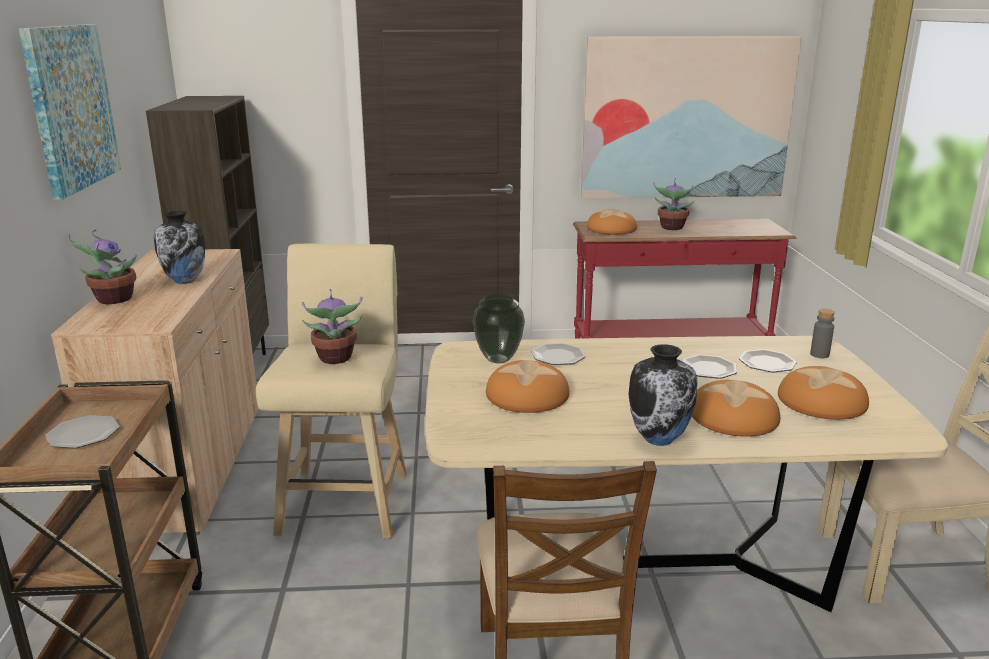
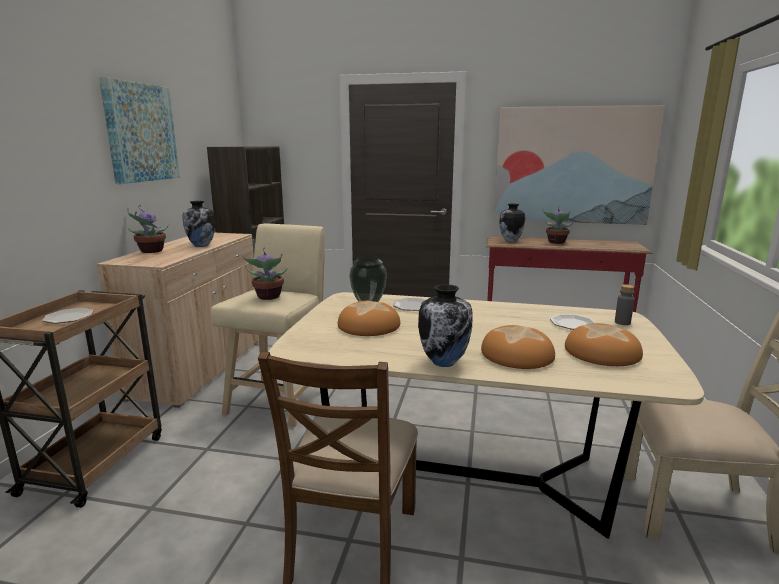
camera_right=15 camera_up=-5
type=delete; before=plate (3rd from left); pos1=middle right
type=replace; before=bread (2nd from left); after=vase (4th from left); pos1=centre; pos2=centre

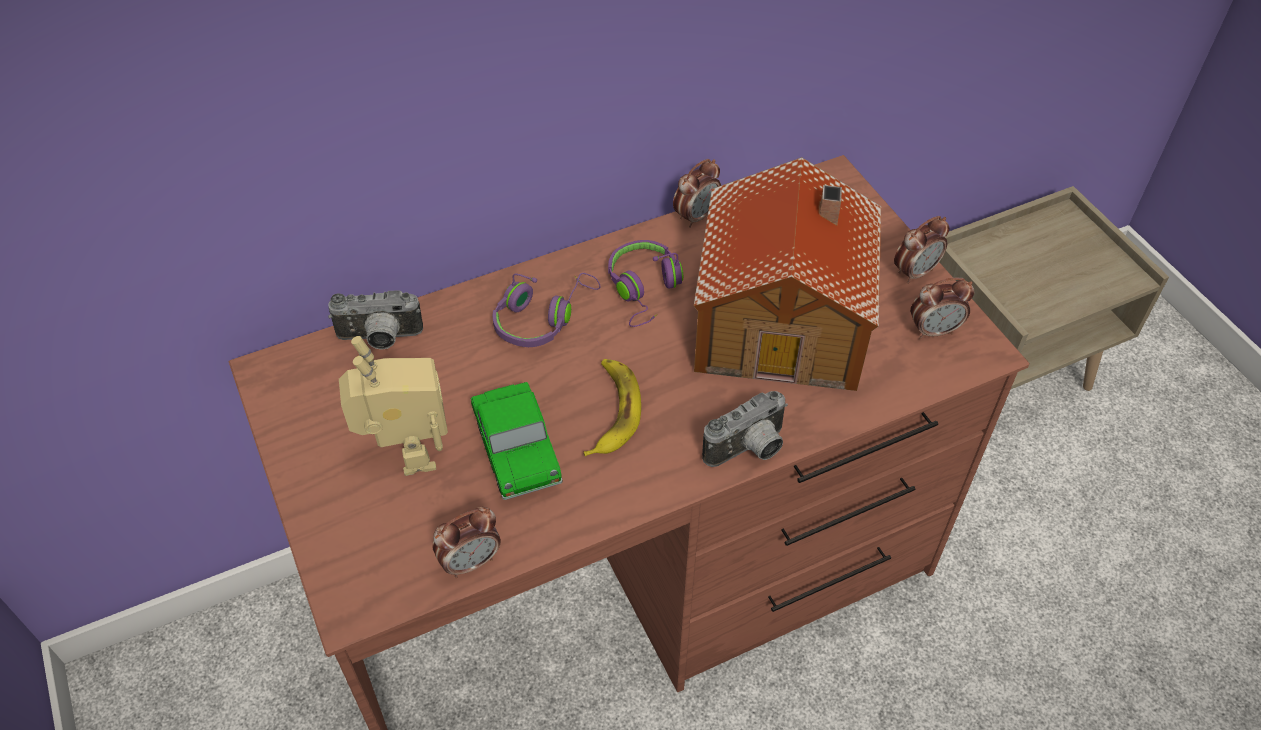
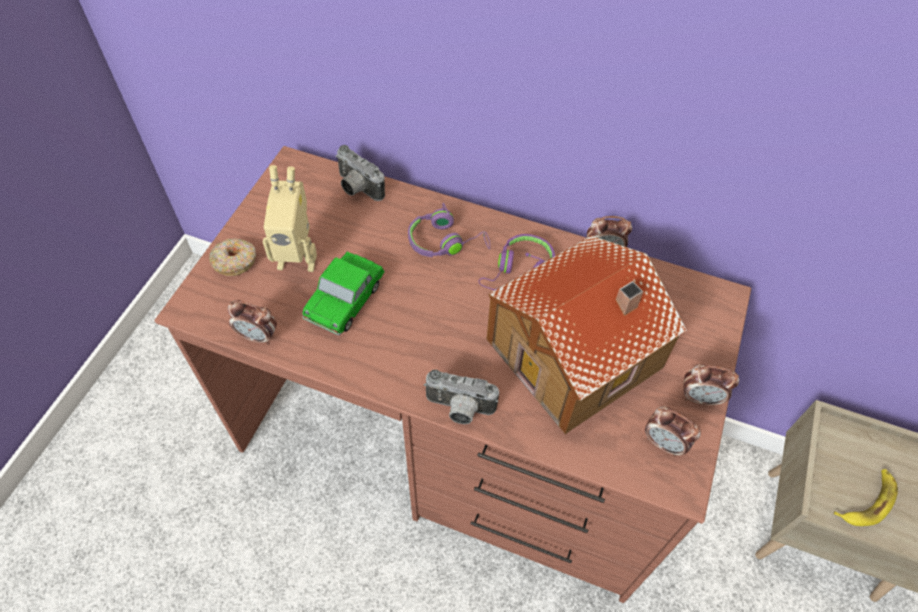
camera_right=45 camera_up=5
type=insert; after=donut; pos2=middle left
type=move; before=banana; pos1=centre; pos2=bottom right
type=rotate; before=toy_robot; pos1=middle left; pos2=middle left; turn=60

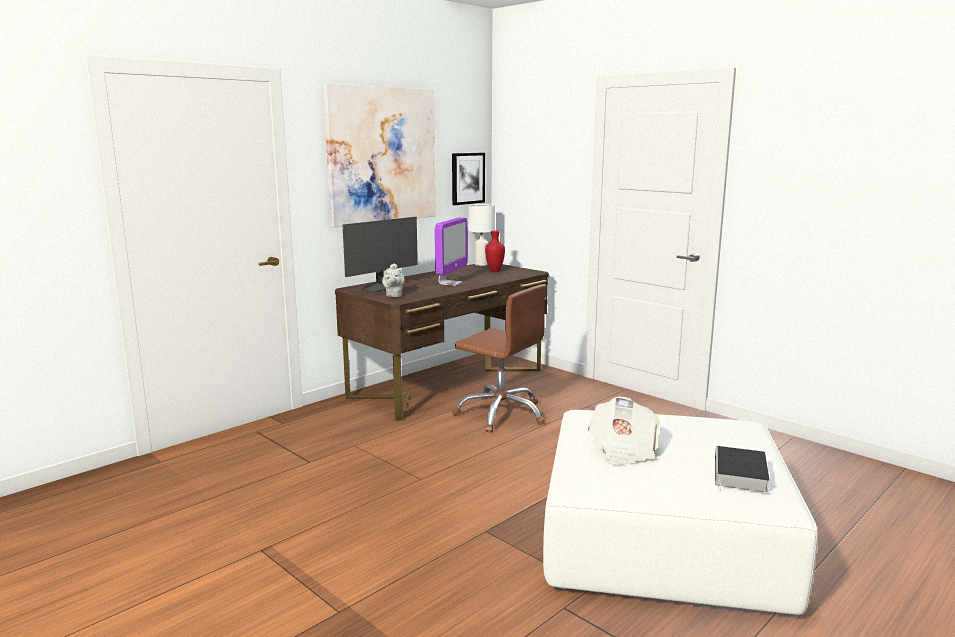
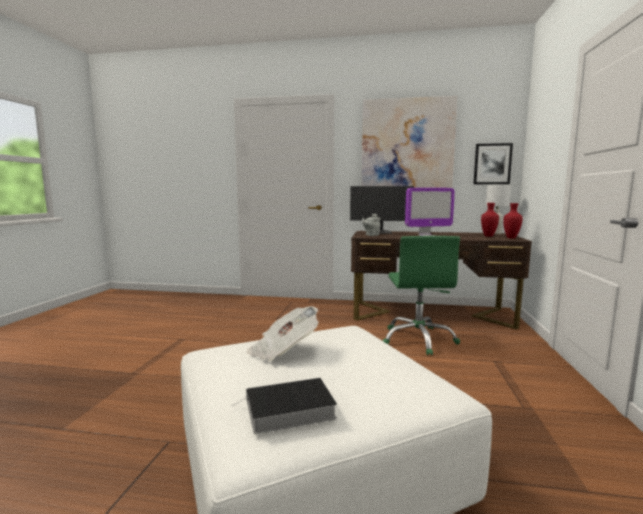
camera_right=55 camera_up=-5
type=insert; after=red_vase (2nd from left); pos2=middle right
type=recolor; before=brown_office_chair; after=green_office_chair; pos1=centre; pos2=centre

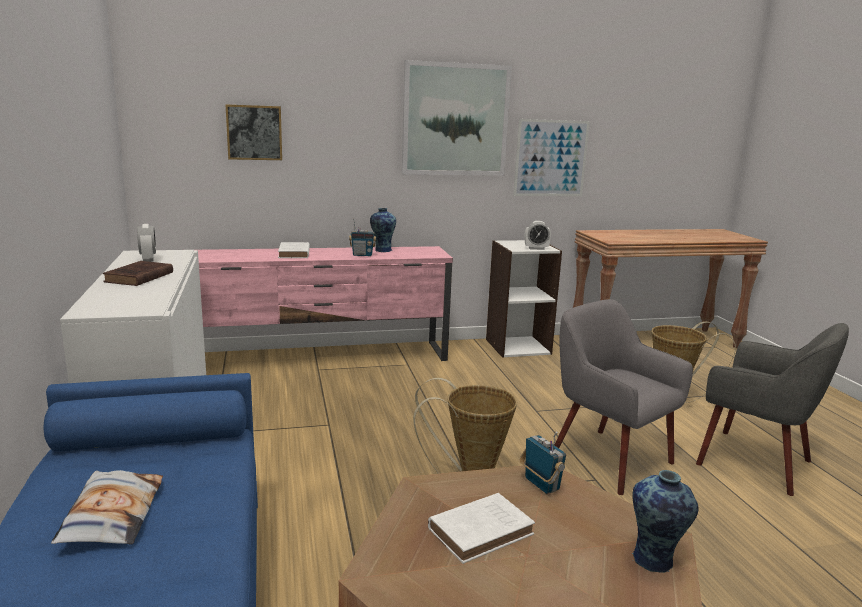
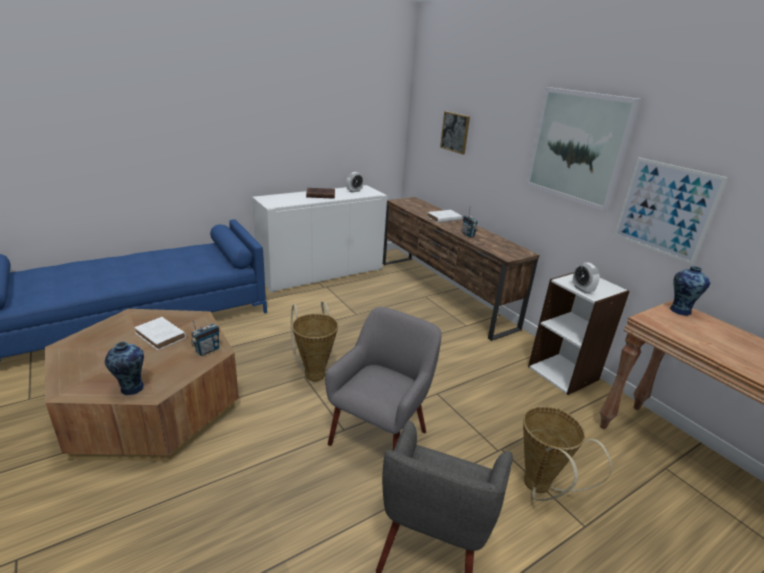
camera_right=70 camera_up=10
type=delete; before=pillow; pos1=bottom left
type=move; before=vase (1st from left in the first image); after=vase (2nd from left); pos1=centre; pos2=middle right
type=recolor; before=pink_tv_stand; after=brown_tv_stand; pos1=centre; pos2=centre

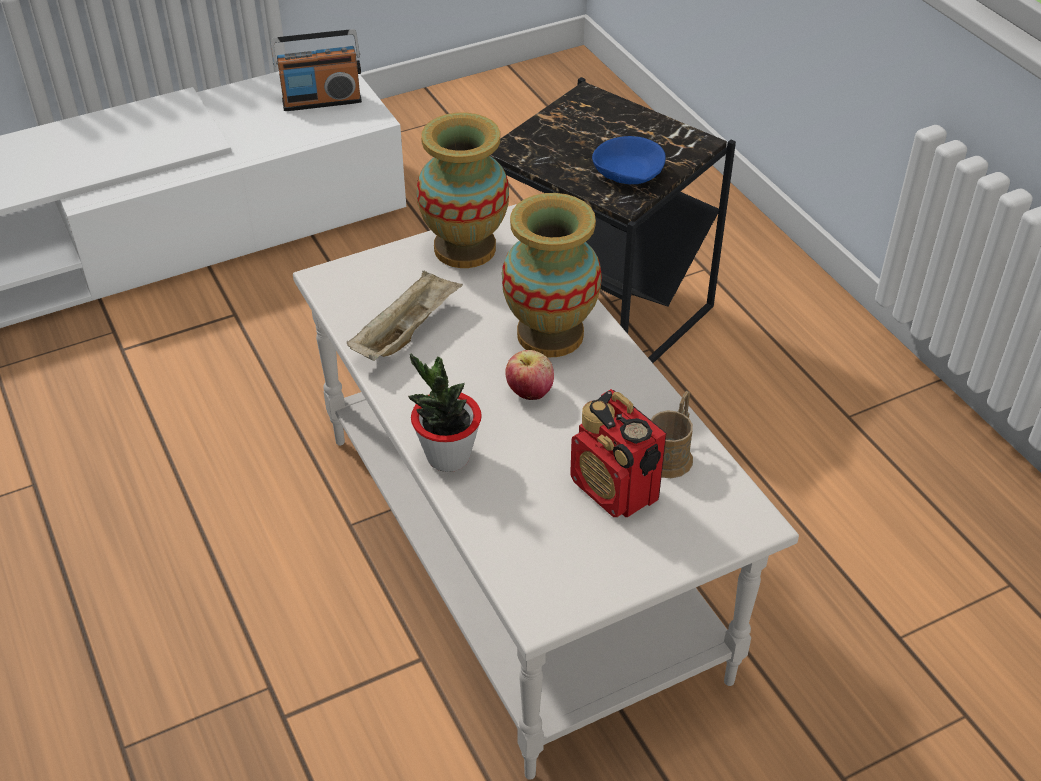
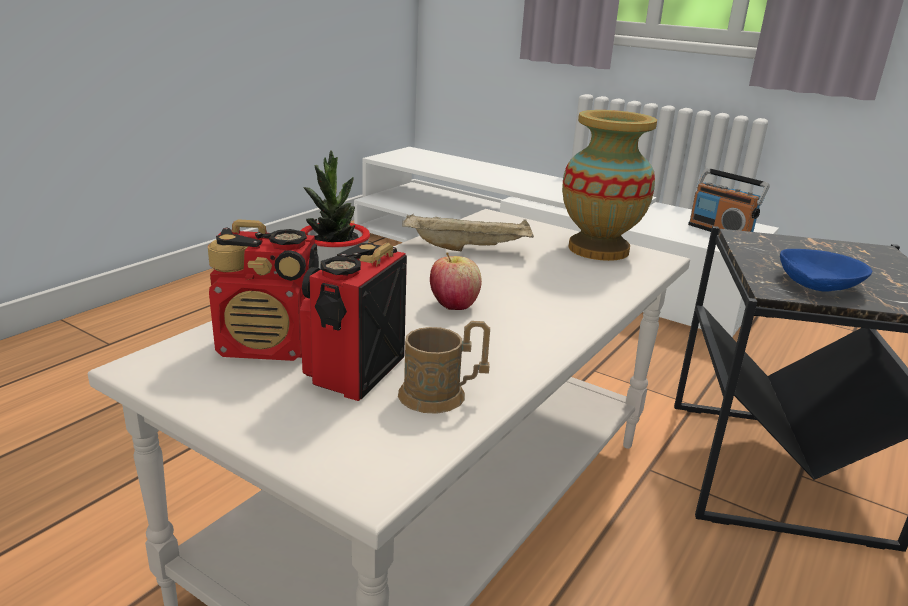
camera_right=60 camera_up=-20
type=delete; before=vase (2nd from left); pos1=centre
type=insert; after=radio (1st from left); pos2=middle left

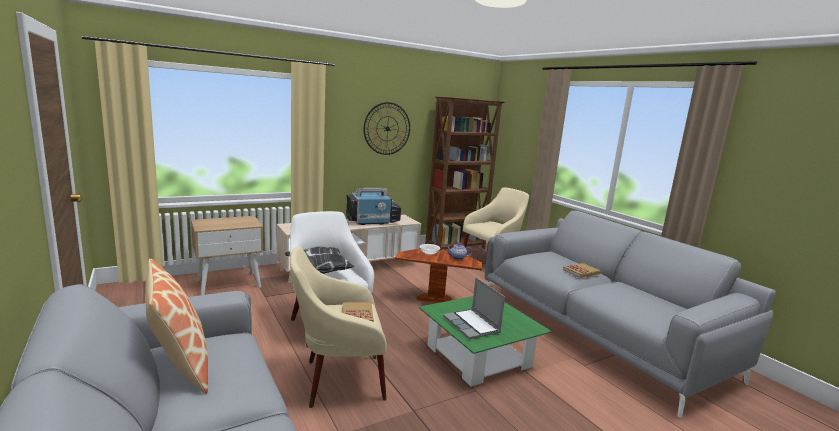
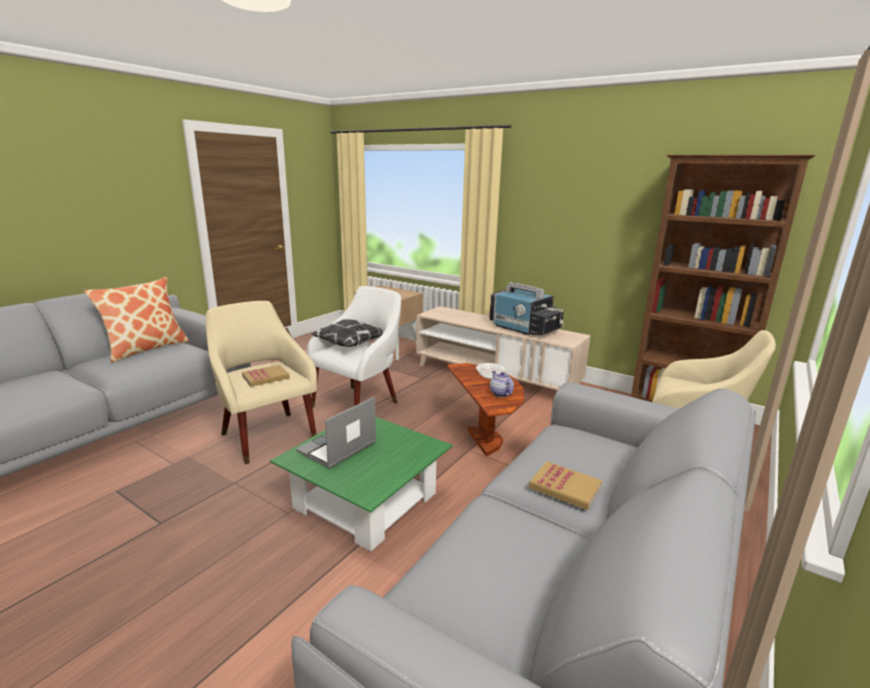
camera_right=65 camera_up=5
type=delete; before=wall_clock; pos1=top centre

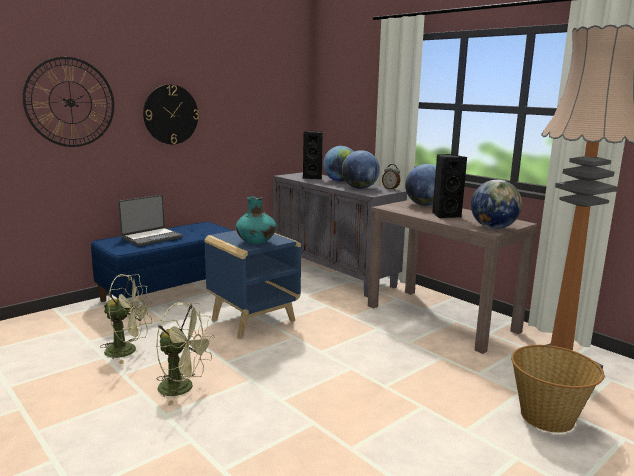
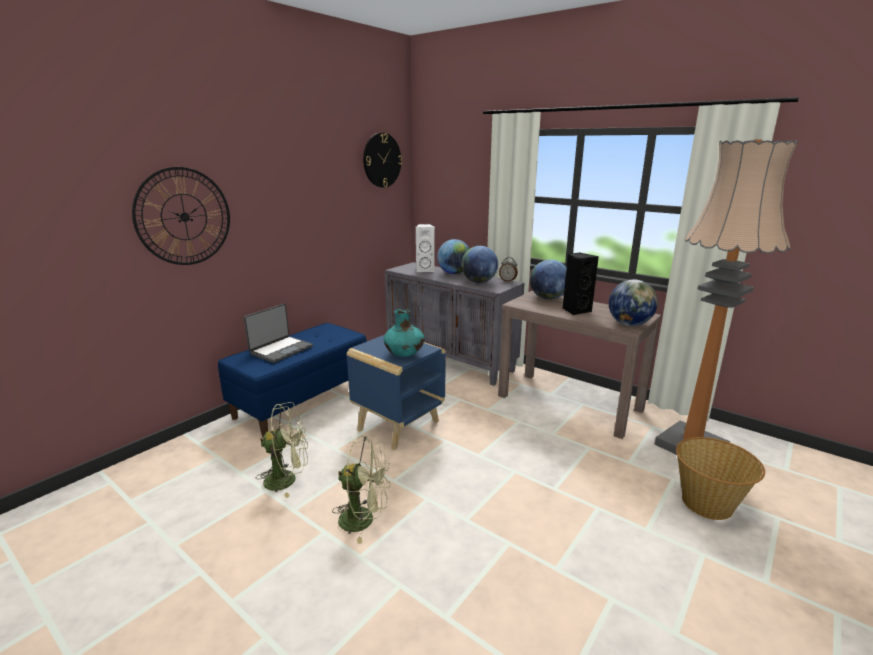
camera_right=-10 camera_up=5
type=move; before=wall_clock (2nd from left); pos1=top left; pos2=top centre
type=recolor; before=black_speaker (1st from left); after=white_speaker; pos1=top centre; pos2=centre

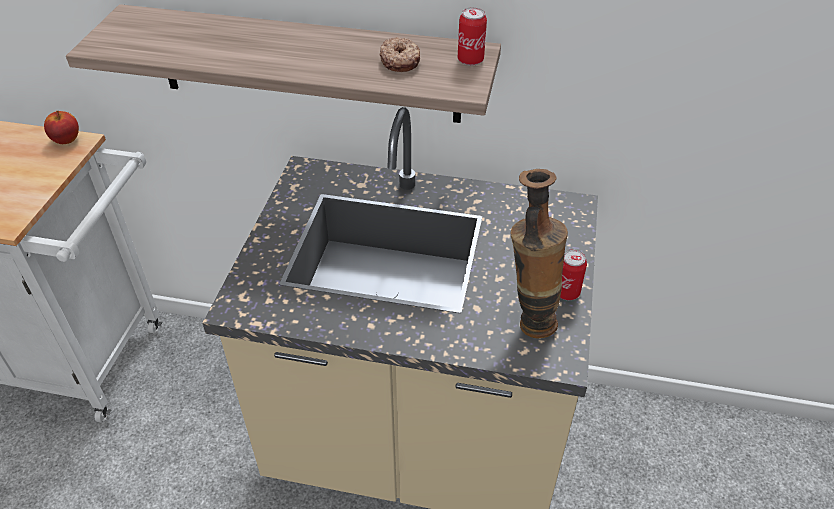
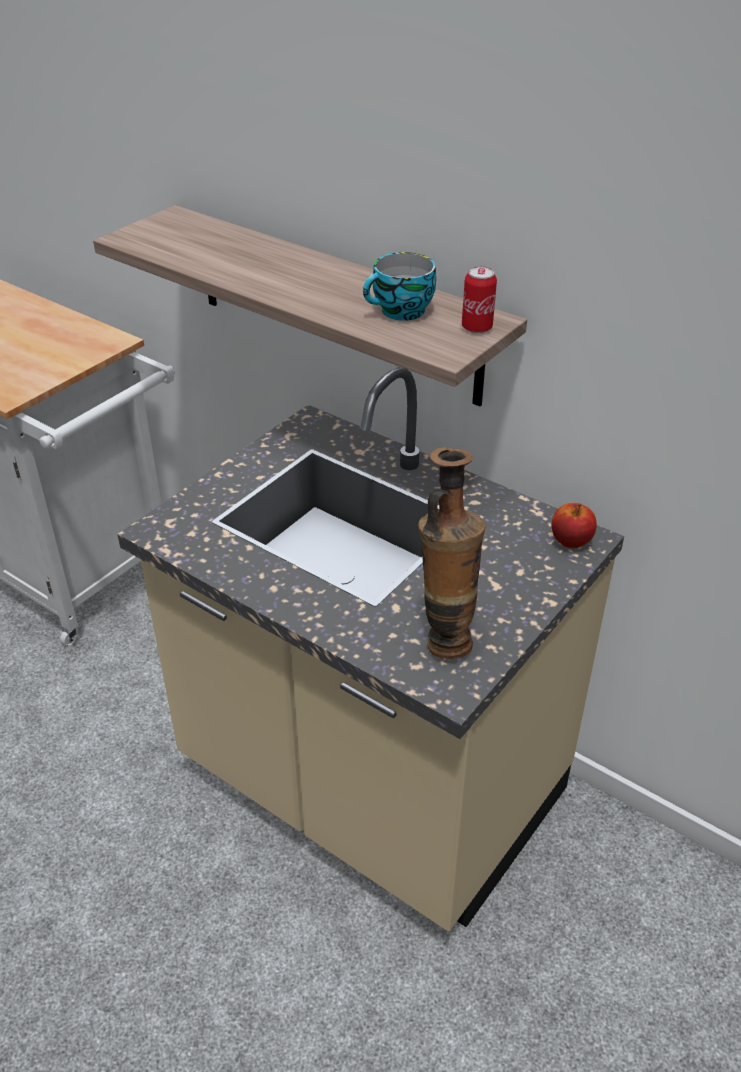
camera_right=25 camera_up=-5
type=delete; before=can (2nd from left); pos1=middle right
type=move; before=apple; pos1=top left; pos2=middle right
type=replace; before=donut; after=cup; pos1=top centre; pos2=top centre

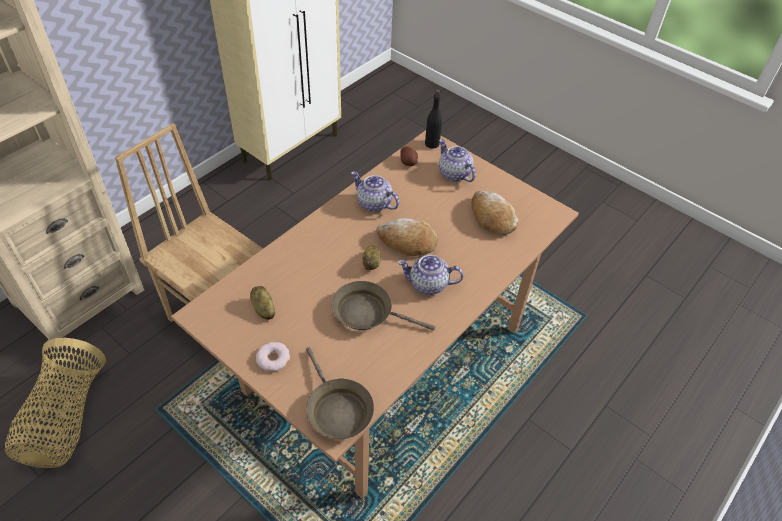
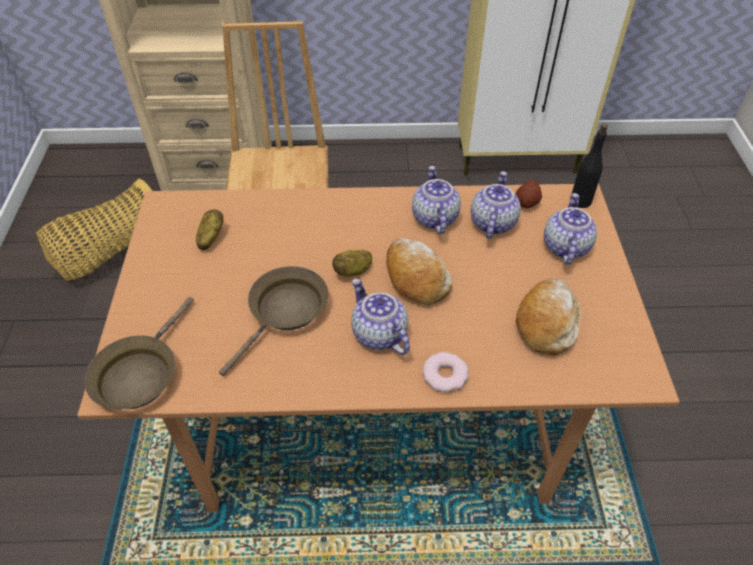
camera_right=50 camera_up=0
type=insert; after=teapot (3rd from left); pos2=centre
type=move; before=donut; pos1=bottom centre; pos2=centre
type=rotate; before=brown_frying_pan (2nd from left); pos1=centre; pos2=centre; turn=60

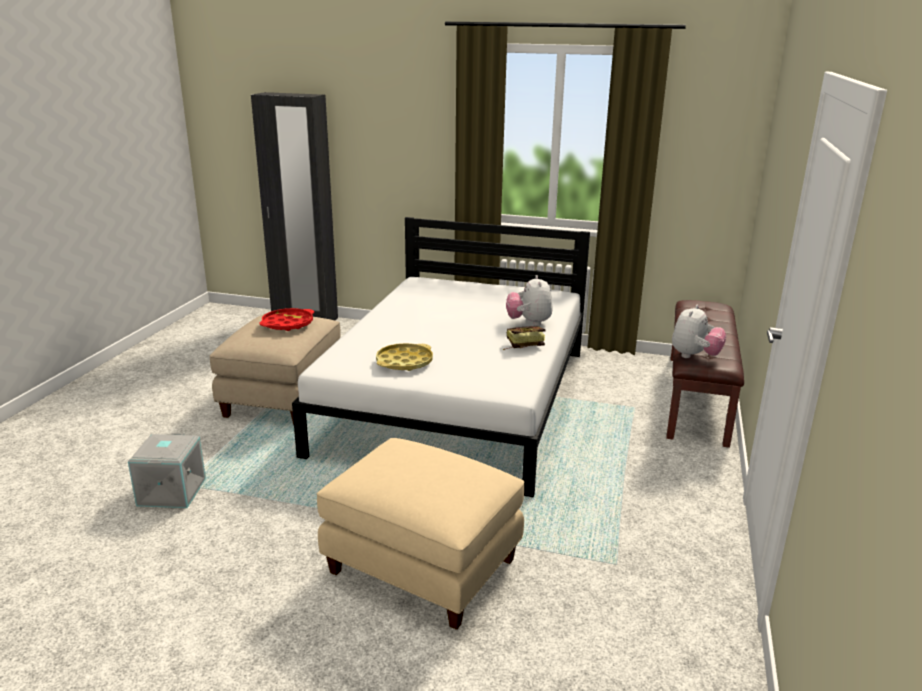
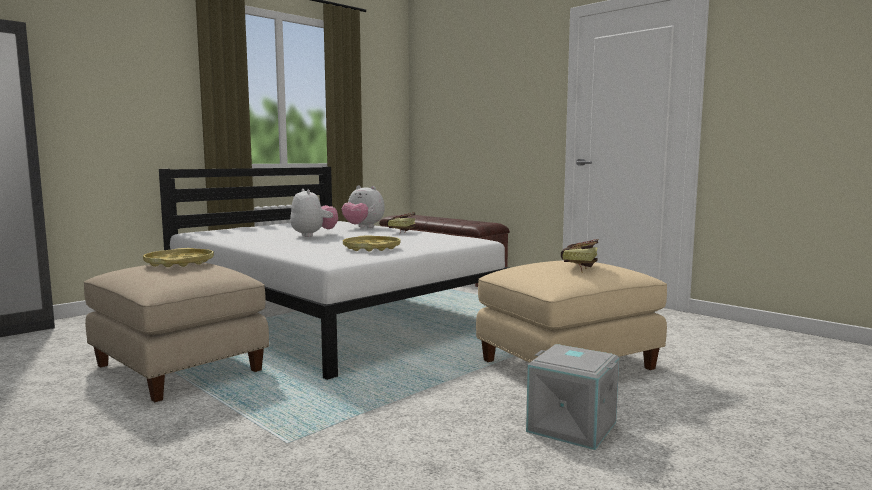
camera_right=-60 camera_up=-15
type=insert; after=book (2nd from left); pos2=centre
type=move; before=grey_storage_box; pos1=bottom left; pos2=bottom centre
type=move; before=plush_toy (2nd from left in the first image); after=plush_toy (1st from left); pos1=middle right; pos2=centre
type=recolor; before=red_tray; after=yellow_tray (1st from left); pos1=middle left; pos2=middle left

